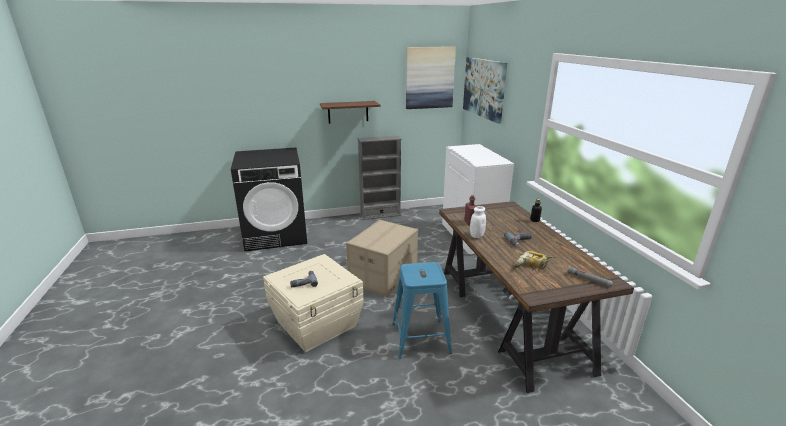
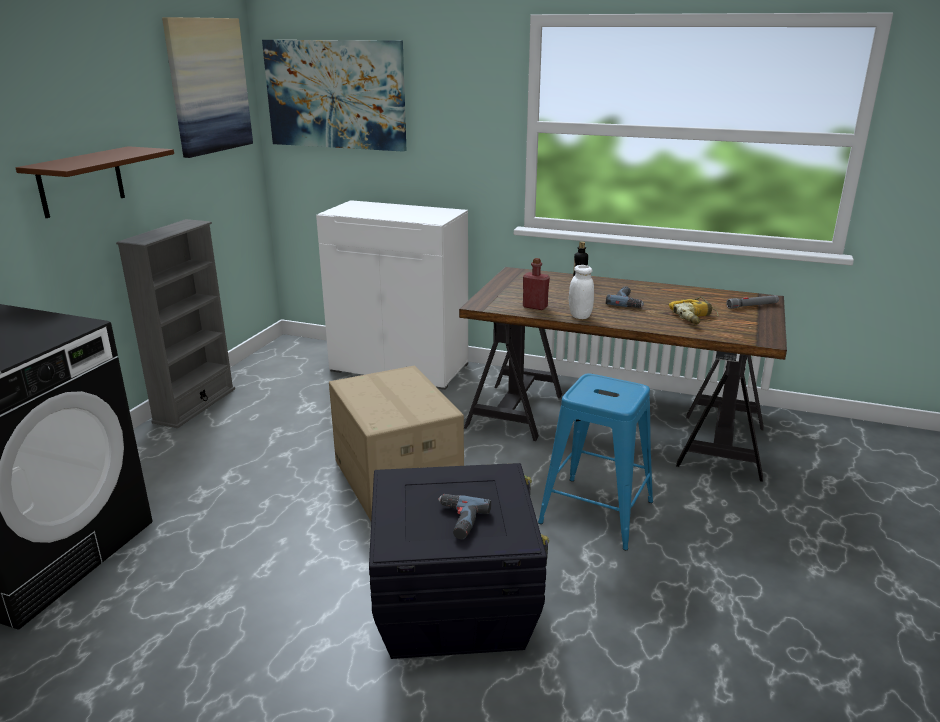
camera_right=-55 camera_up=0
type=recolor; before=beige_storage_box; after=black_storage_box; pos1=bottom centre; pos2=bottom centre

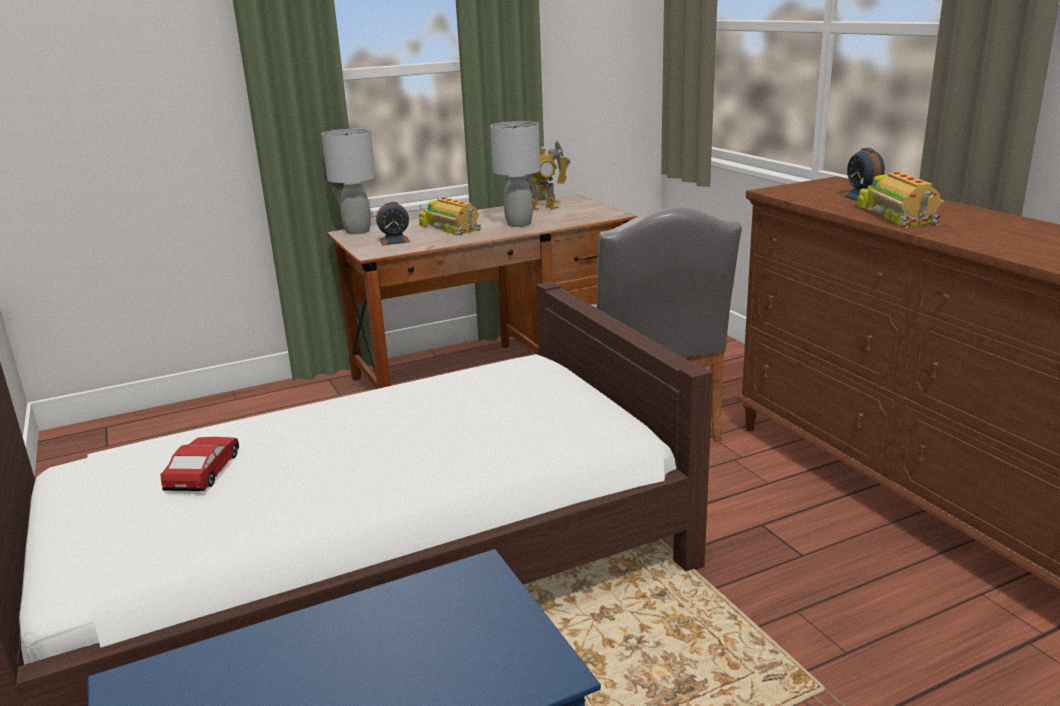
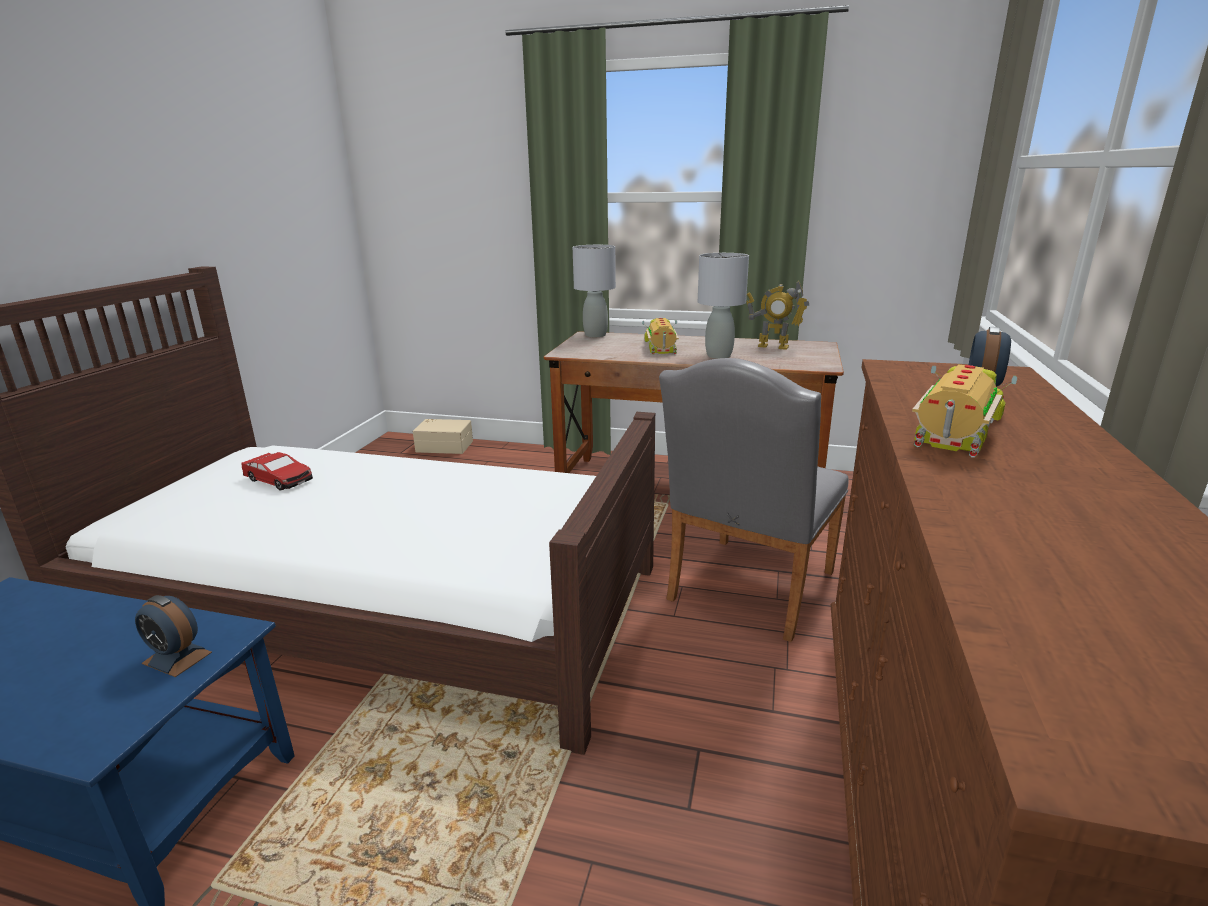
camera_right=40 camera_up=0
type=insert; after=beige_storage_box; pos2=centre
type=move; before=alarm_clock (1st from left); pos1=top centre; pos2=bottom left
type=rotate; before=toy_car; pos1=middle left; pos2=middle left; turn=75

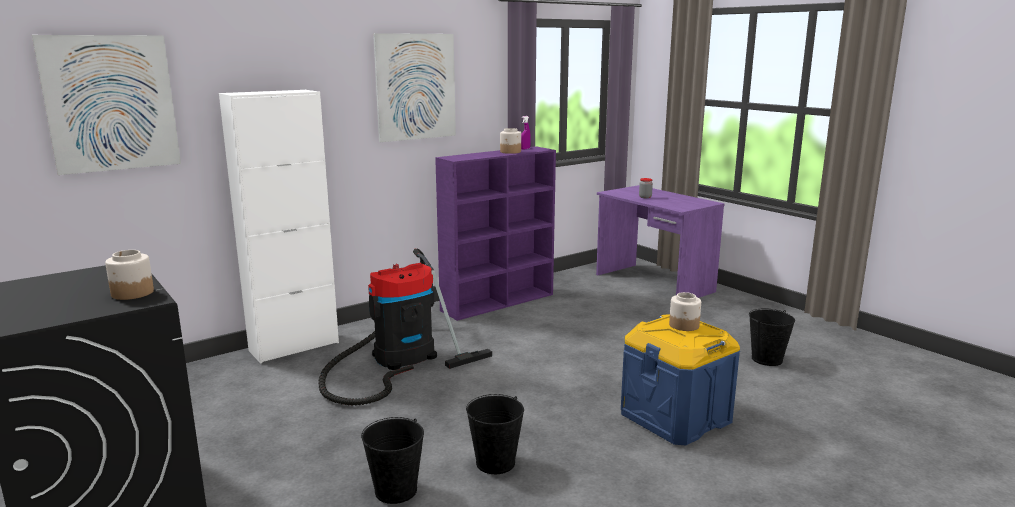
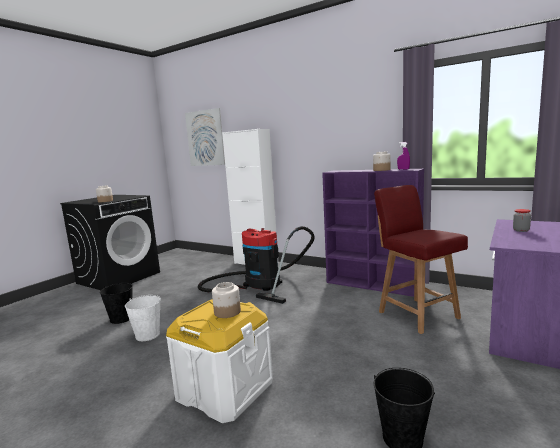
camera_right=70 camera_up=-5
type=delete; before=picture (2nd from left); pos1=top centre
type=insert; after=red_chair; pos2=middle right
type=recolor; before=black_bucket (2nd from left); after=white_bucket; pos1=bottom centre; pos2=bottom left
type=recolor; before=blue_storage_box; after=white_storage_box; pos1=bottom right; pos2=bottom centre

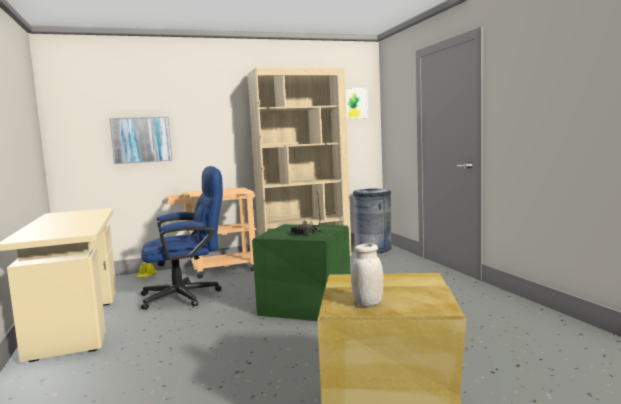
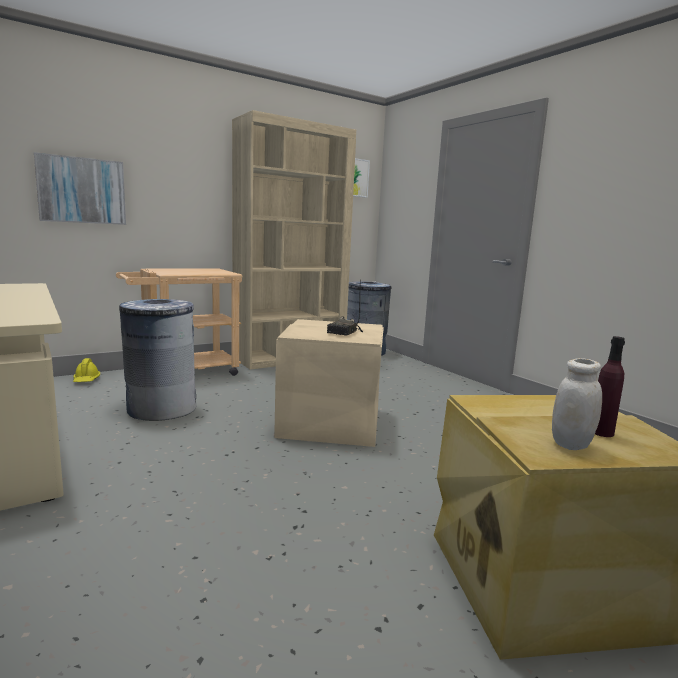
camera_right=-15 camera_up=5
type=insert; after=purple_bottle; pos2=middle right
type=replace; before=blue_office_chair; after=grey_trash_can (1st from left); pos1=middle left; pos2=middle left
type=recolor; before=green_storage_box; after=beige_storage_box (1st from left); pos1=bottom centre; pos2=centre

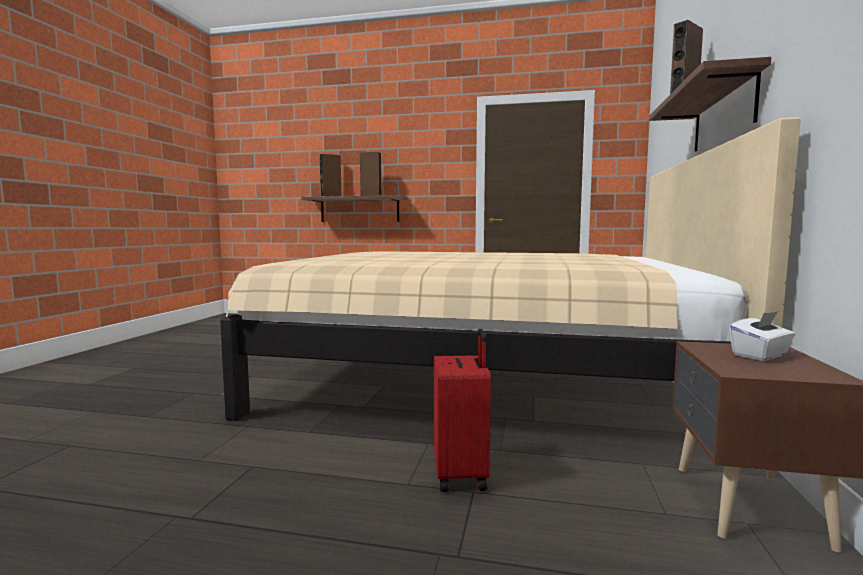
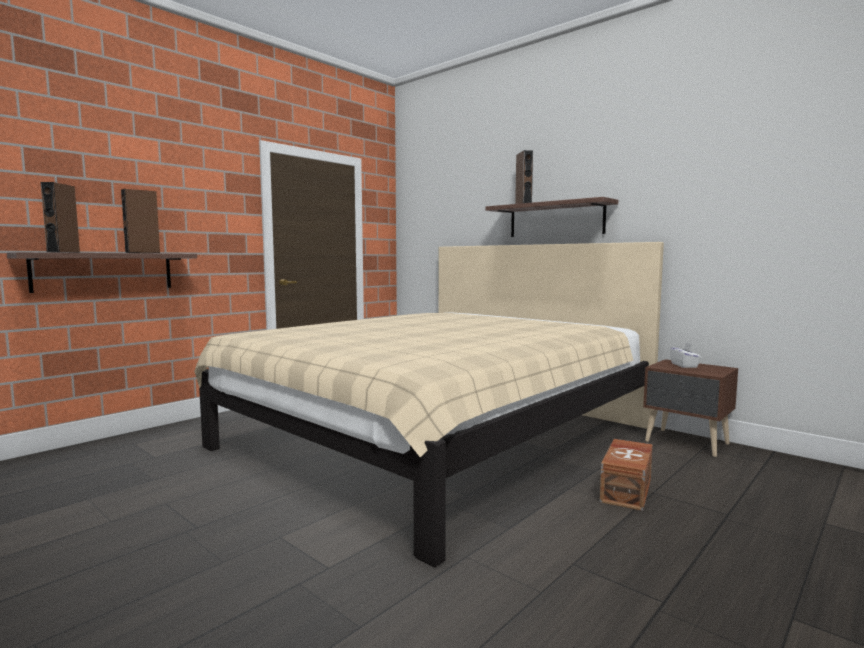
camera_right=-60 camera_up=0
type=replace; before=red_suitcase; after=brown_storage_box; pos1=bottom centre; pos2=bottom right

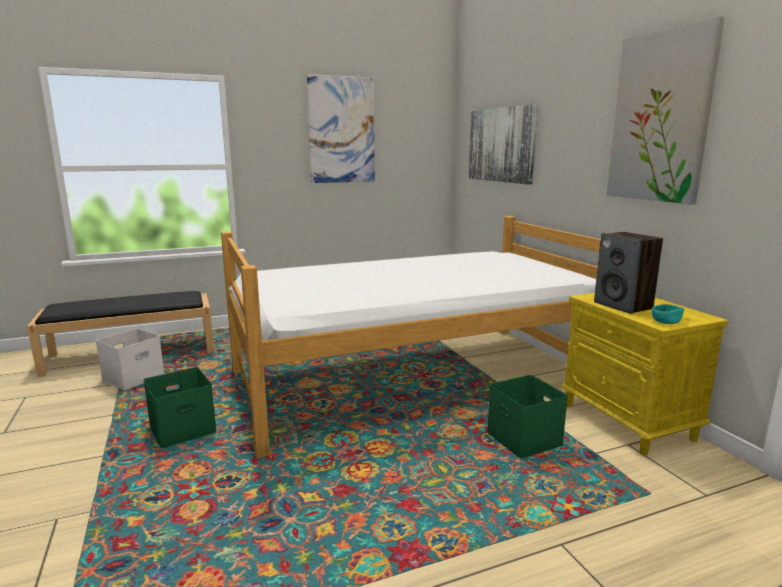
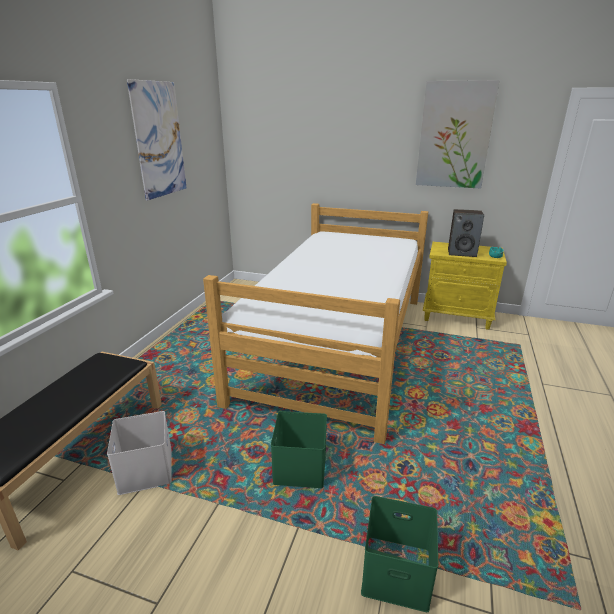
camera_right=-50 camera_up=10
type=delete; before=picture (2nd from left); pos1=top centre
type=move; before=green_storage_box (2nd from left); pos1=bottom right; pos2=bottom centre

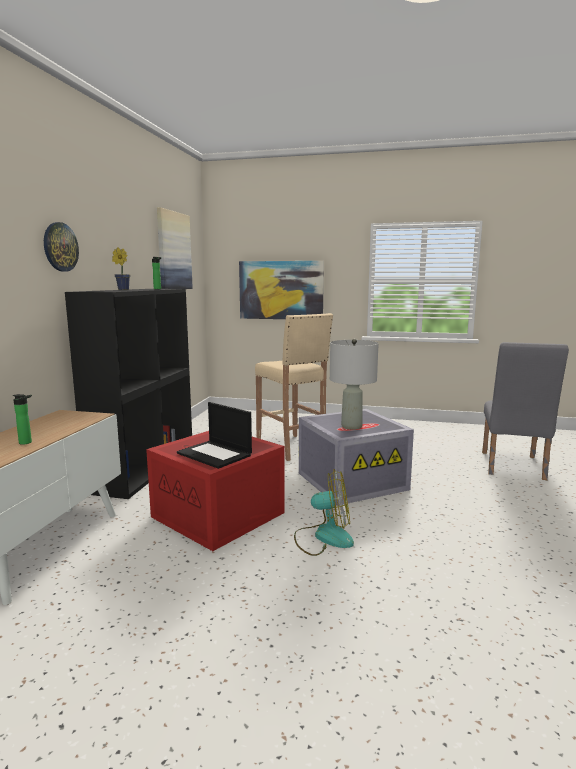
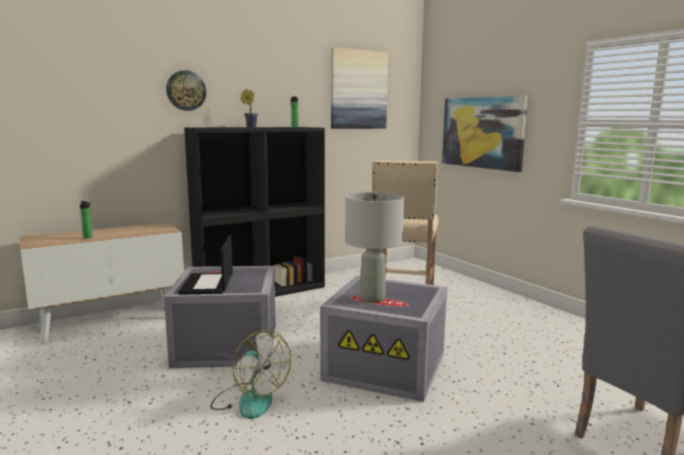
camera_right=45 camera_up=0
type=recolor; before=red_storage_box; after=grey_storage_box (1st from left); pos1=centre; pos2=bottom left

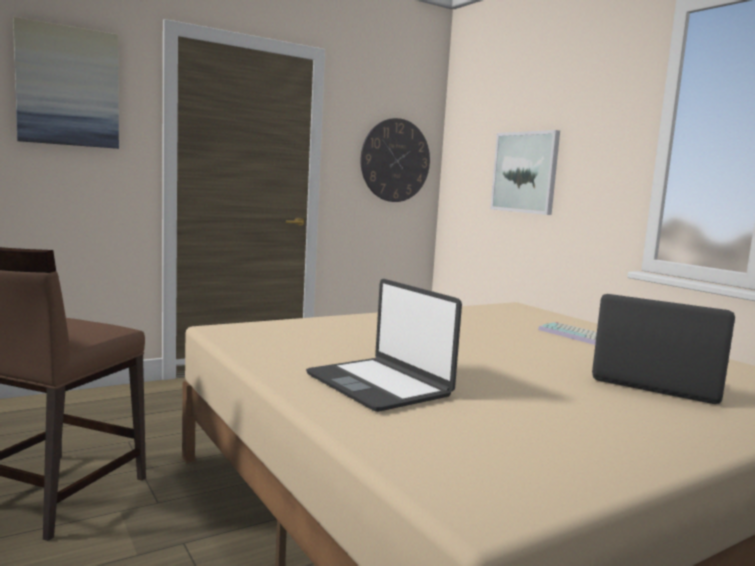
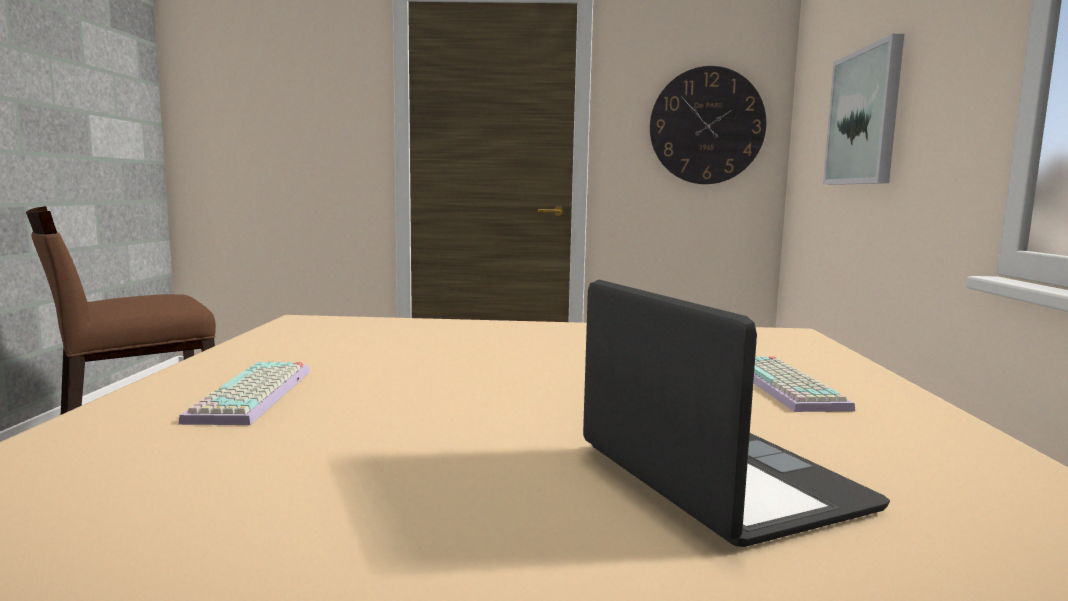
camera_right=35 camera_up=0
type=delete; before=picture (1st from left); pos1=top left
type=replace; before=laptop (1st from left); after=keyboard (1st from left); pos1=centre; pos2=middle left

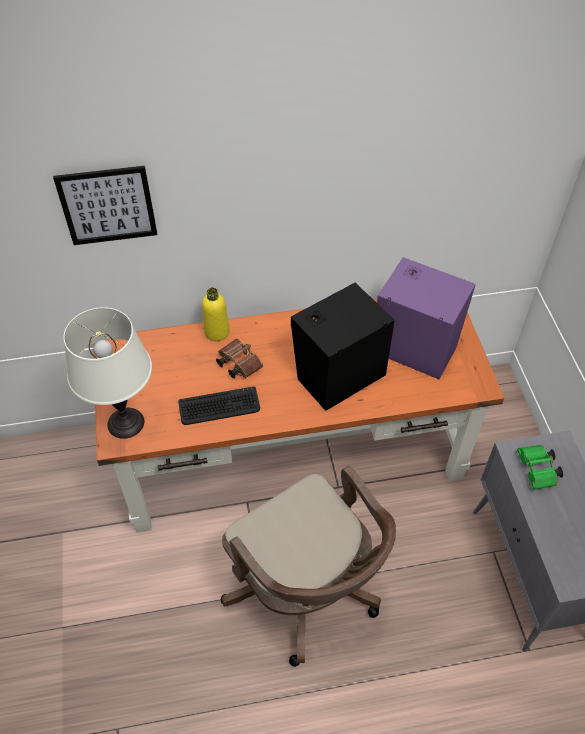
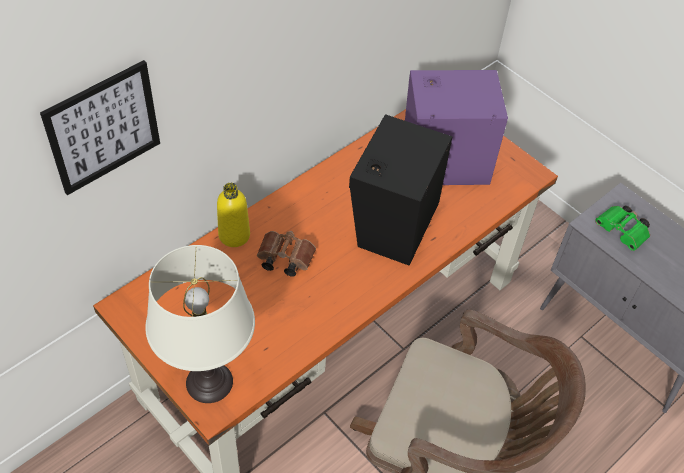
camera_right=-35 camera_up=0
type=delete; before=keyboard; pos1=centre

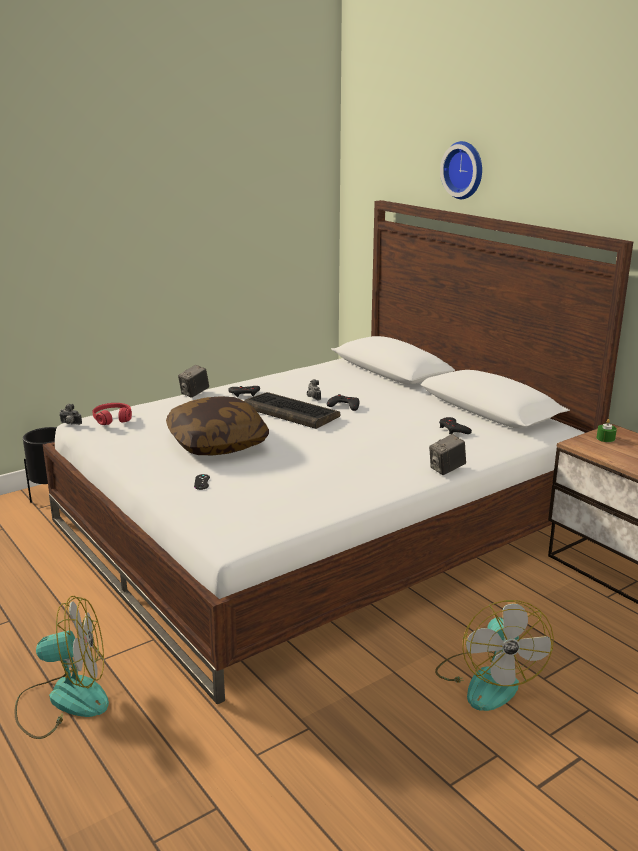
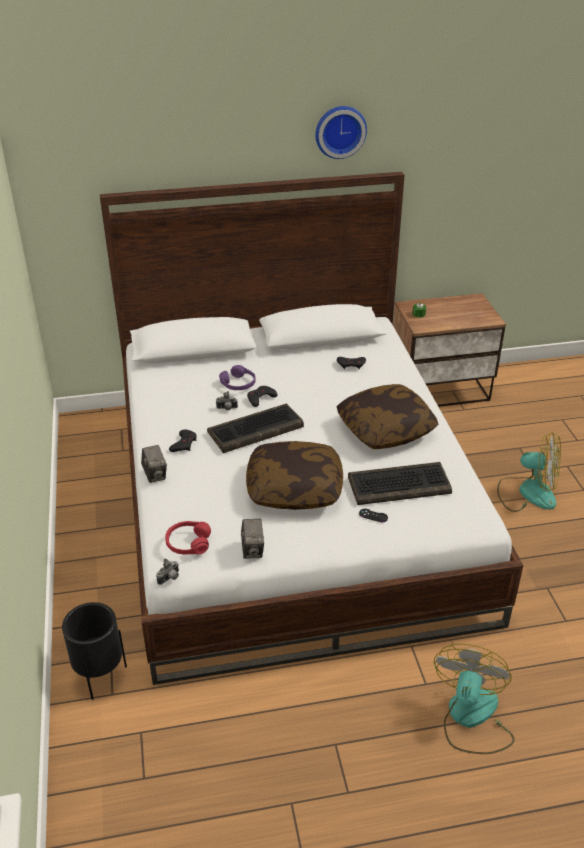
camera_right=-65 camera_up=15
type=insert; after=purple_headphones; pos2=centre
type=insert; after=pillow (2nd from left); pos2=centre
type=insert; after=keyboard (2nd from left); pos2=middle right
type=move; before=photo_camera (4th from left); pos1=middle right; pos2=centre
type=move; before=wall_clock; pos1=top right; pos2=top centre

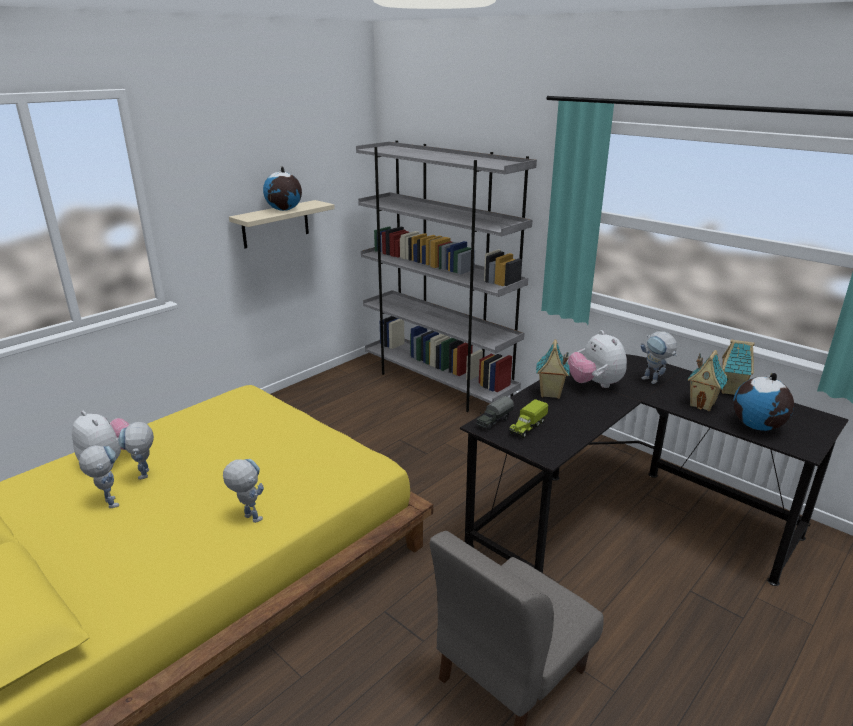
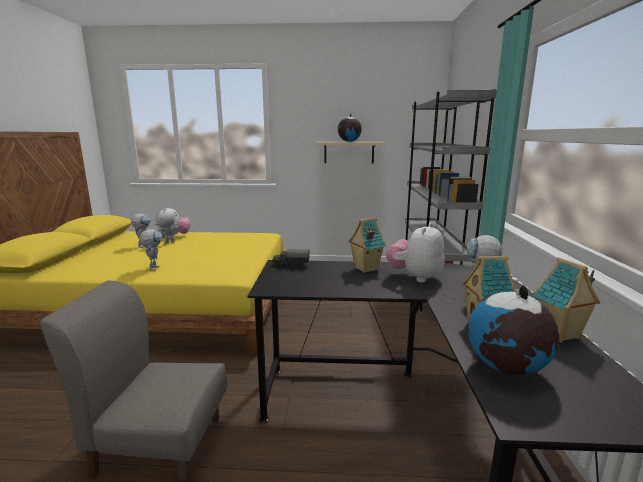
camera_right=50 camera_up=-10
type=delete; before=toy_truck (2nd from left); pos1=centre

